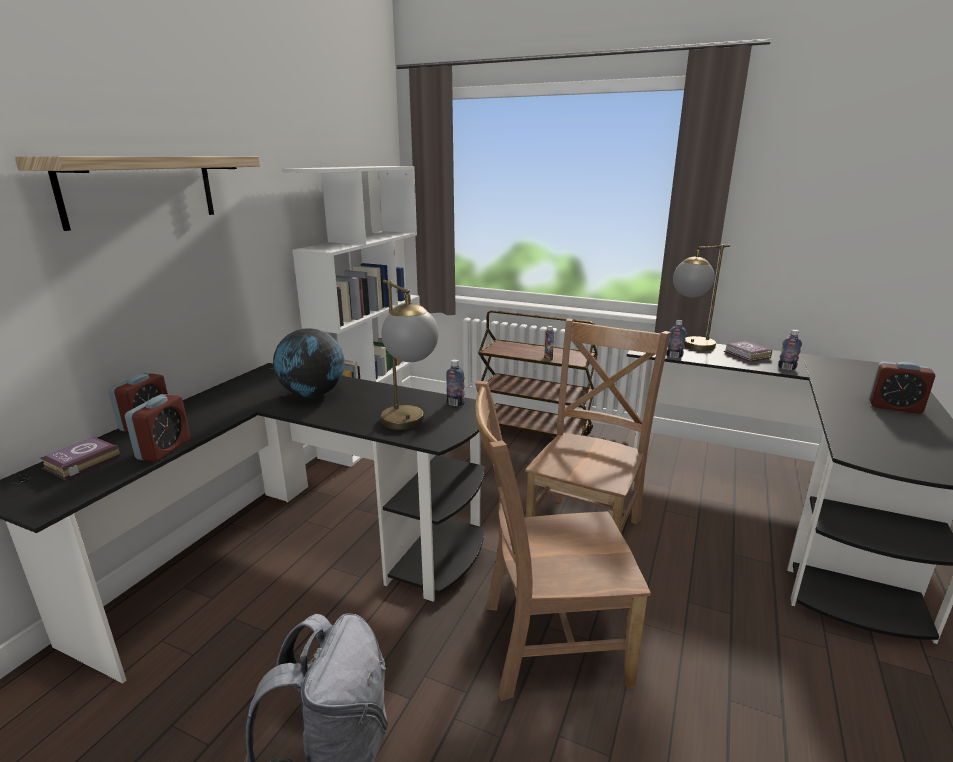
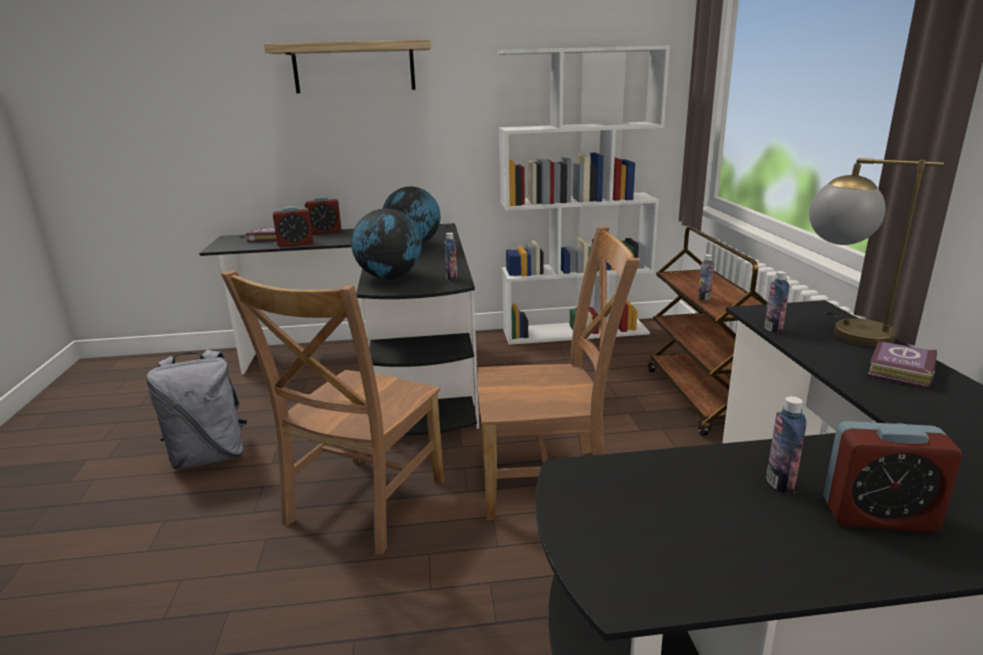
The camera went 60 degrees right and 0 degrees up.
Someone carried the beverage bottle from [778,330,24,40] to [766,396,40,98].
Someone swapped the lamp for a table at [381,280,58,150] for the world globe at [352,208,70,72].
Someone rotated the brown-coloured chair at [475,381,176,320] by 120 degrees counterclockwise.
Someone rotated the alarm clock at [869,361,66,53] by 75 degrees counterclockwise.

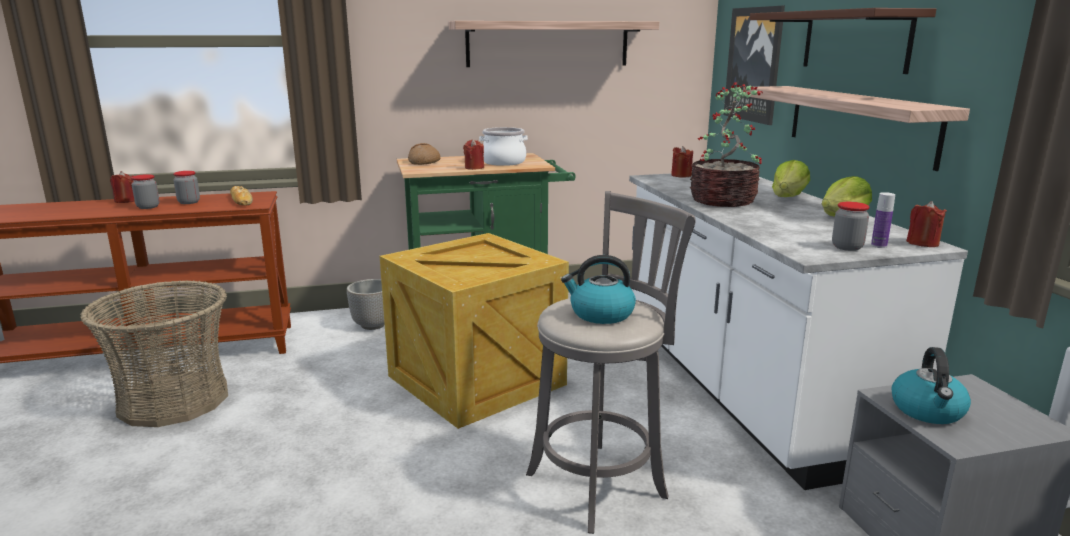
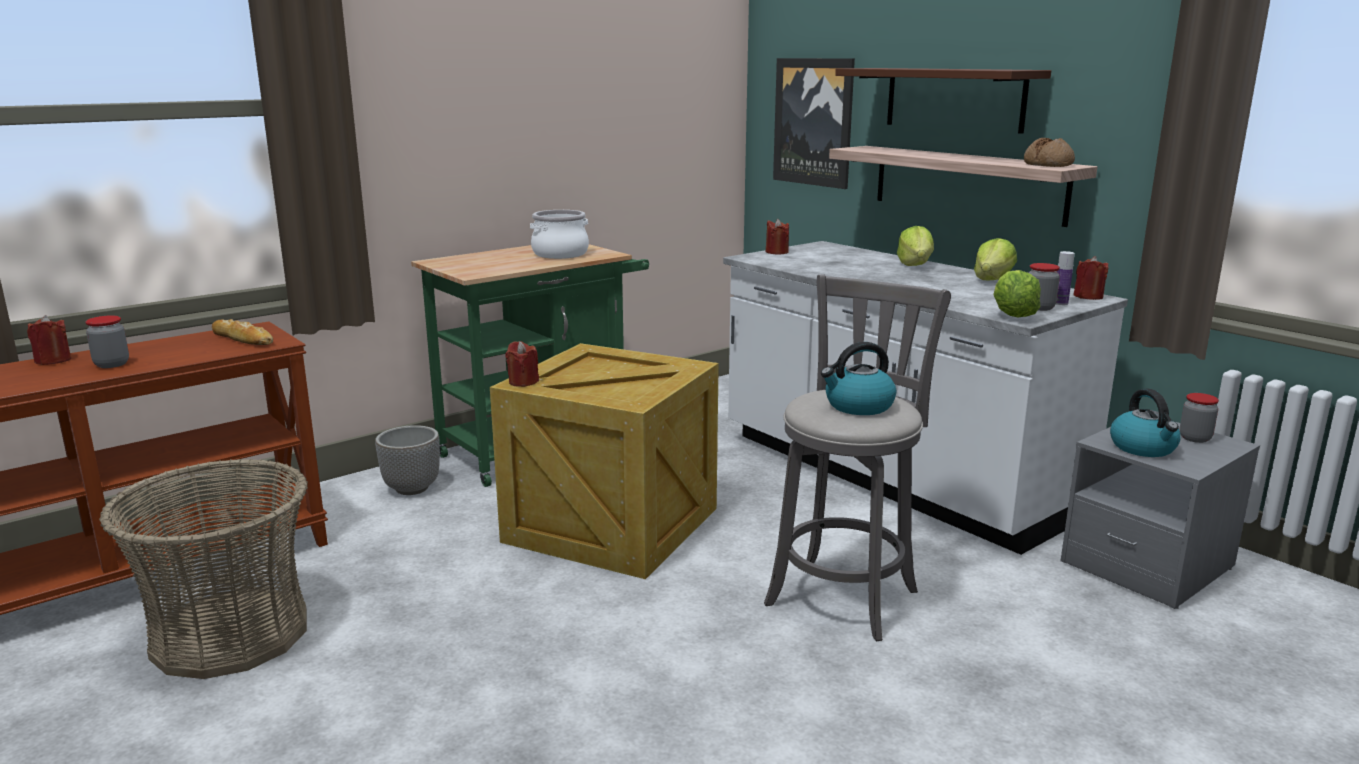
The camera went 25 degrees left and 0 degrees up.
Someone took away the bracket shelf at [448,21,211,46].
Someone took away the houseplant at [690,82,73,125].
Someone put down the lettuce at [993,270,48,47].
Someone carried the preserve jar from [173,171,27,33] to [1180,393,39,50].
Someone carried the bread from [408,143,33,22] to [1024,138,51,29].
Someone carried the reddish wax light from [463,139,21,31] to [506,341,33,46].

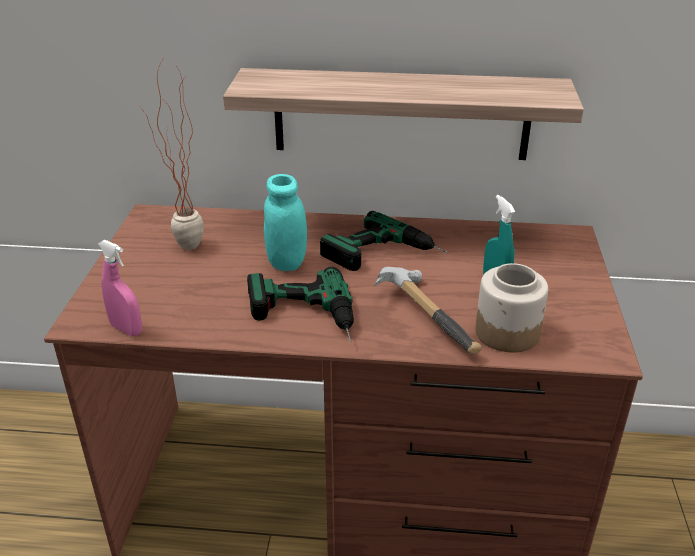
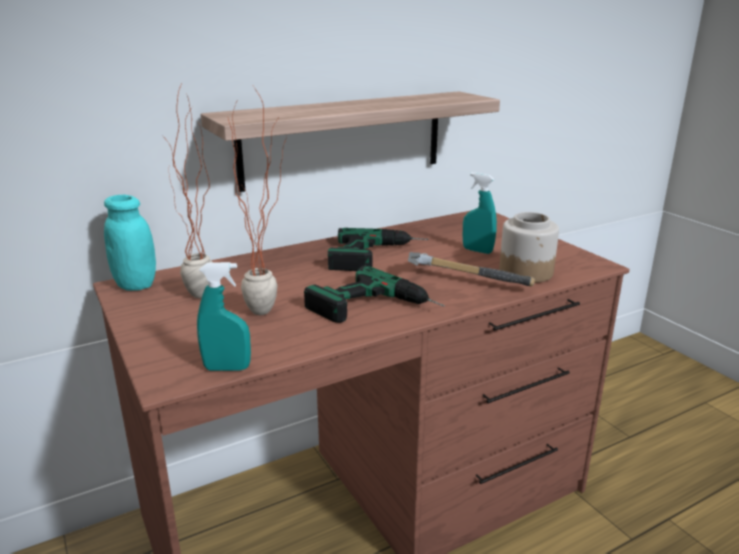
The camera went 35 degrees left and 10 degrees down.
Someone put down the houseplant at [228,86,59,229].
Someone carried the blue-green preserve jar from [264,174,43,97] to [104,195,52,96].
Someone repainted the pink spray bottle at [98,240,44,96], which became the blue-green spray bottle at [197,262,54,109].

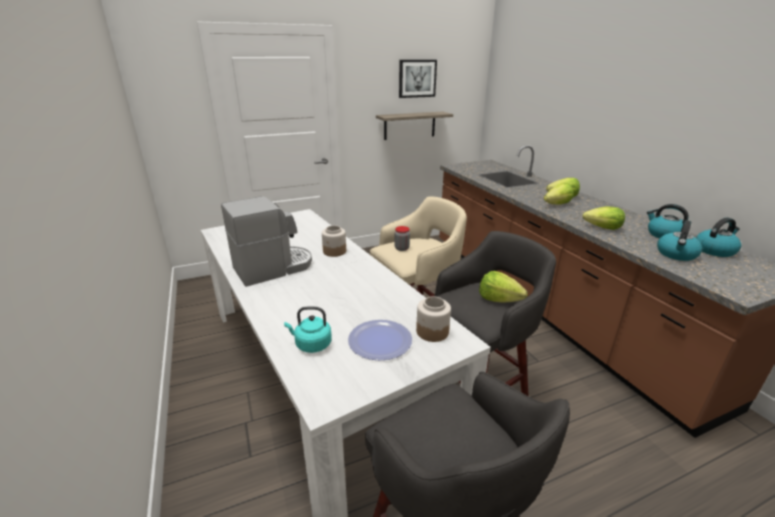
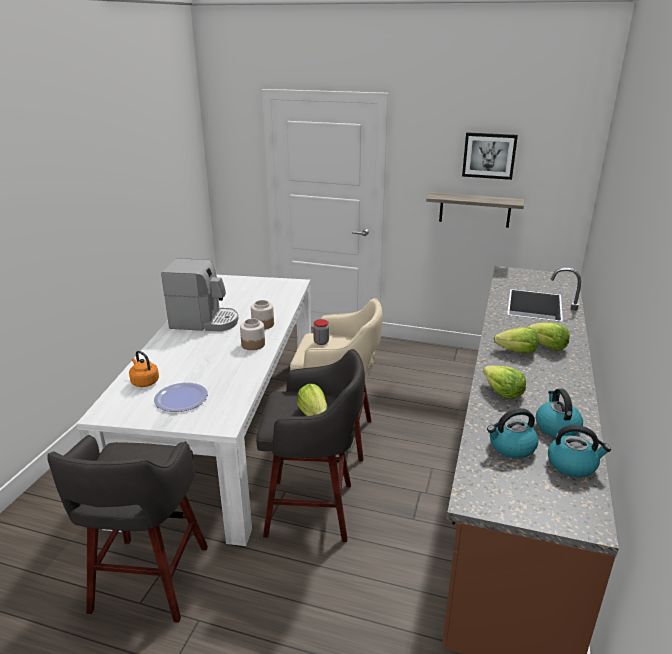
The camera went 40 degrees right and 0 degrees up.
Someone carried the preserve jar from [416,296,35,46] to [240,318,25,32].
Someone repainted the blue-green kettle at [284,306,48,47], which became the orange kettle at [129,351,30,36].

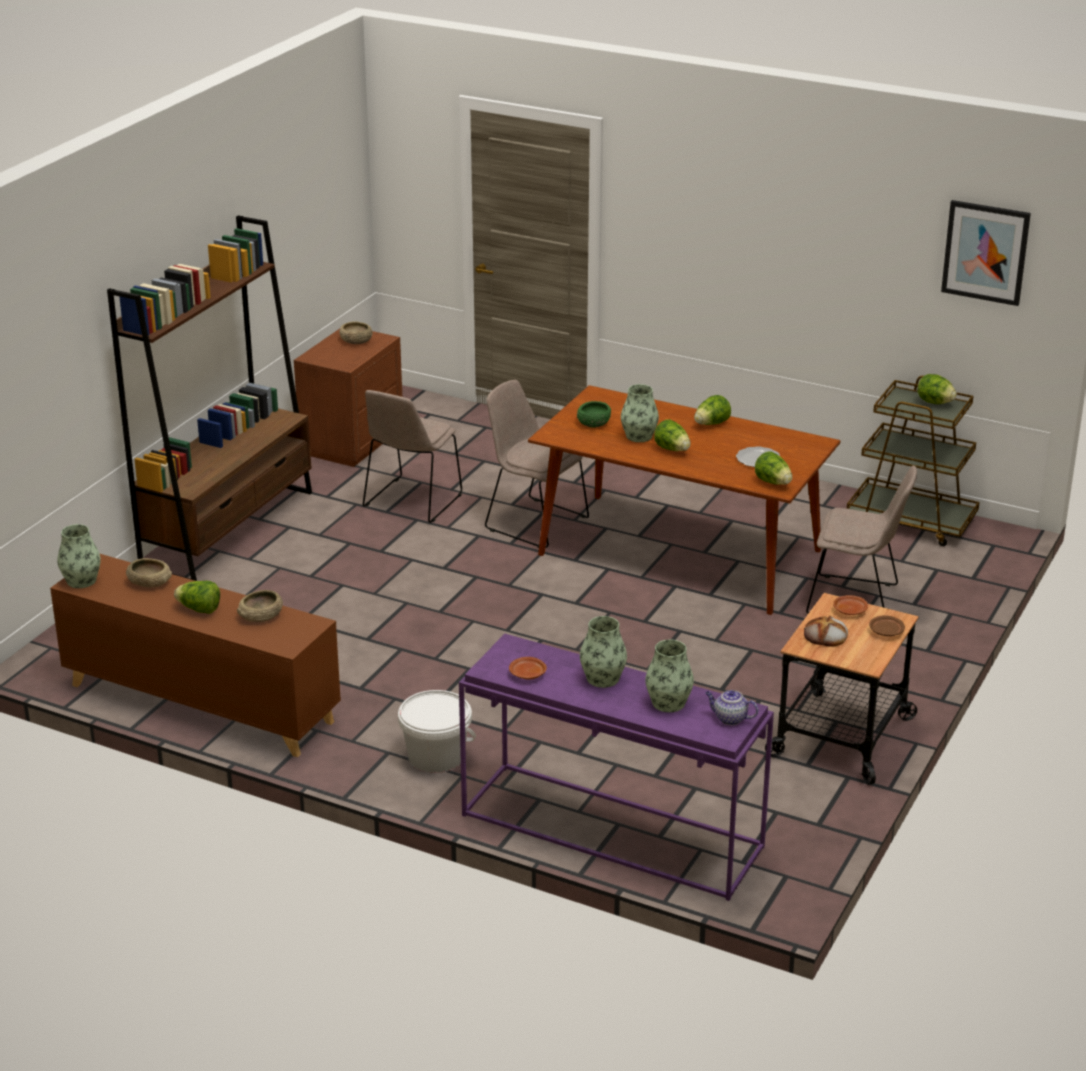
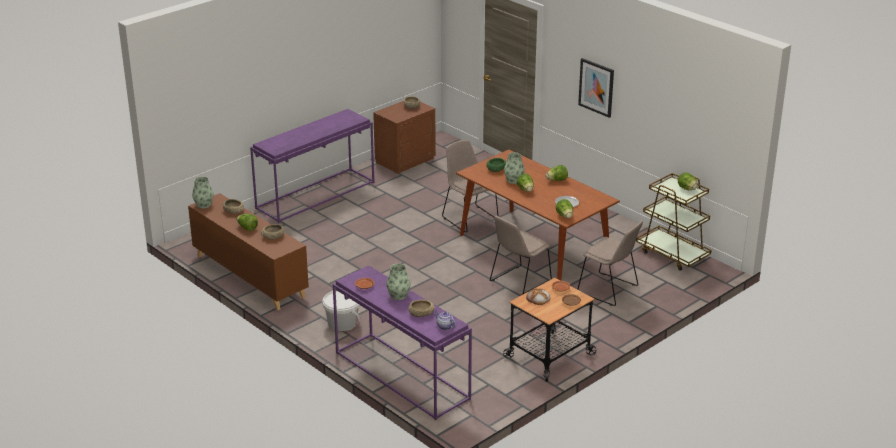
The camera went 20 degrees right and 0 degrees up.
Someone carried the beige chair from [363,390,99,133] to [490,216,62,78].
Someone carried the wall picture from [941,200,90,106] to [578,58,36,60].
Someone swapped the brown-coloured bookshelf at [107,215,205,366] for the purple-coloured narrow table at [250,109,124,114].
Someone swapped the flower vase at [645,640,49,72] for the beige bowl at [408,300,27,17].

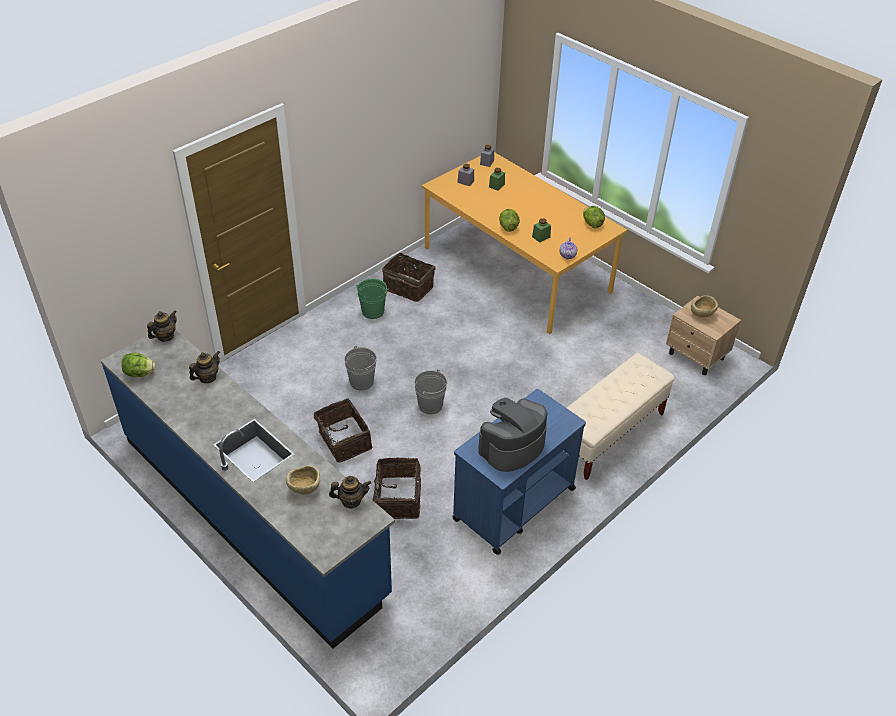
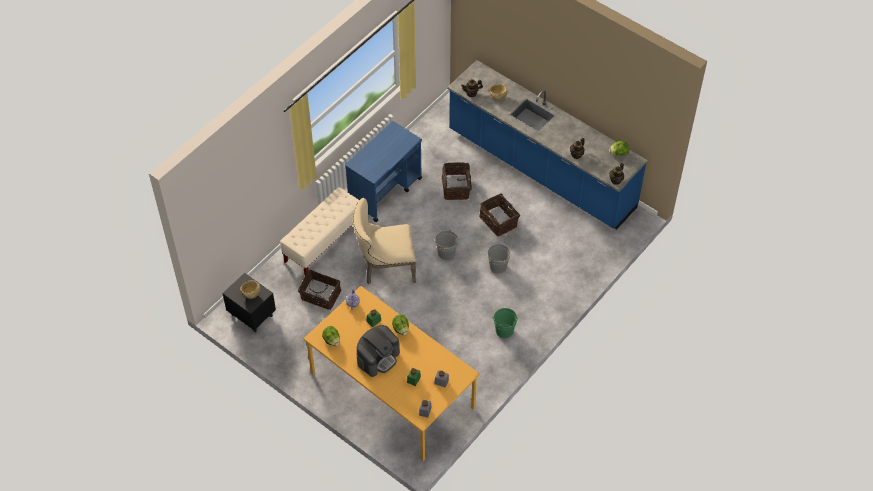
The camera went 175 degrees right and 10 degrees up.
Someone put down the beige chair at [353,198,63,86].
Someone carried the storage basket from [382,253,54,49] to [298,270,43,40].
Someone carried the coffee machine from [478,398,70,74] to [356,325,44,52].
Someone repainted the beige bedside table at [666,296,75,79], which became the black-coloured bedside table at [222,273,54,59].

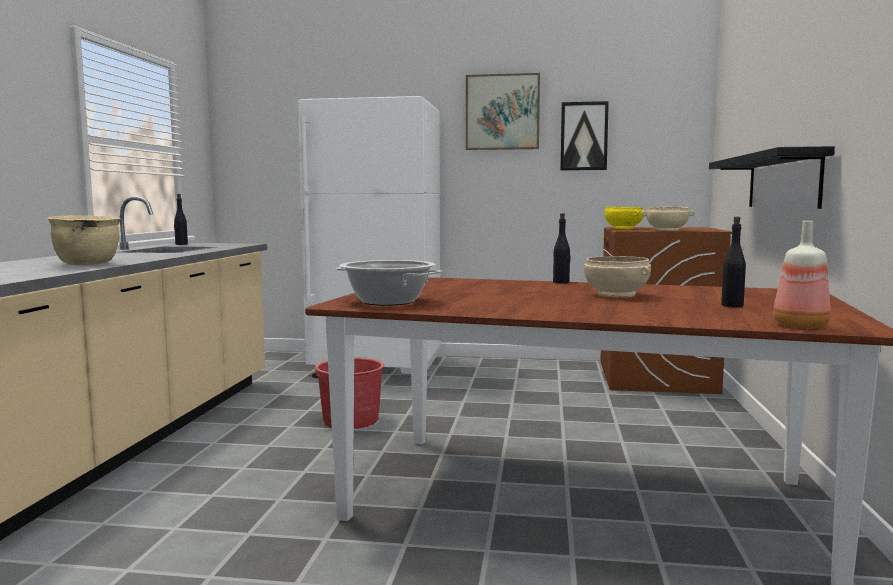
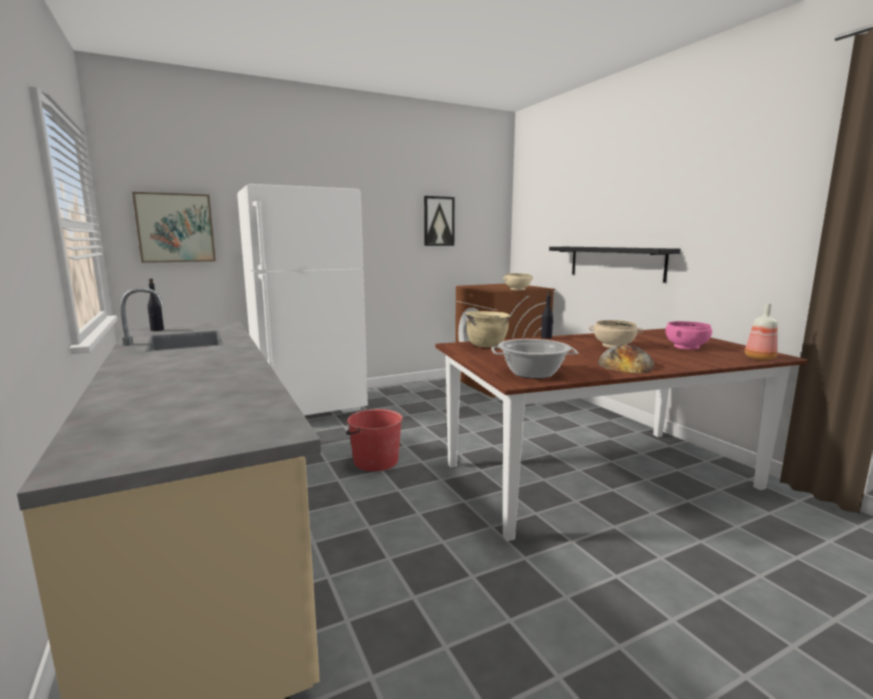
The camera went 35 degrees left and 5 degrees up.
Someone took away the yellow-coloured bowl at [604,207,40,22].
Someone put down the bread at [598,345,57,28].
Someone carried the beige cooking pot from [48,215,73,50] to [466,311,44,36].
Someone carried the wall picture from [466,73,74,77] to [132,192,84,71].
Someone swapped the black-coloured beverage bottle at [721,217,25,90] for the pink bowl at [666,321,46,29].

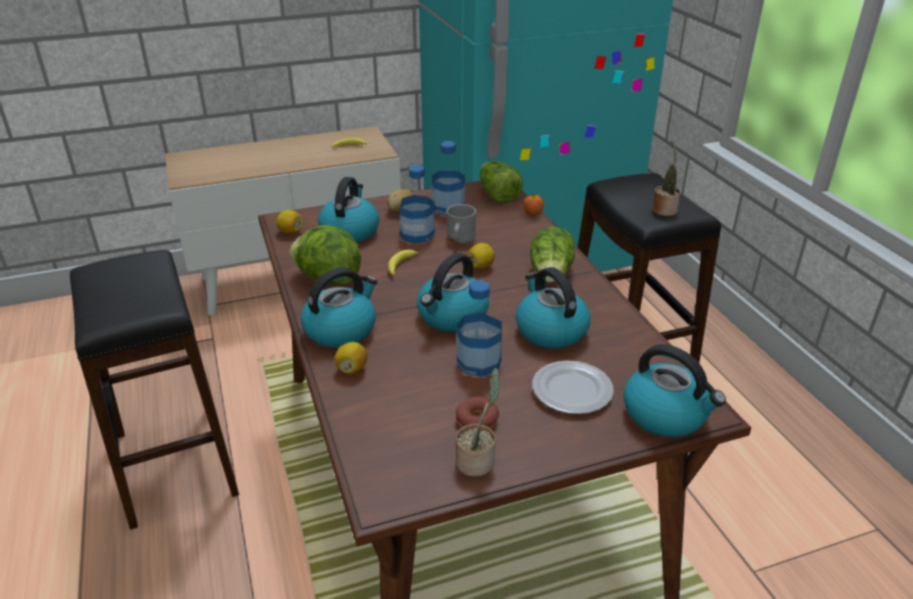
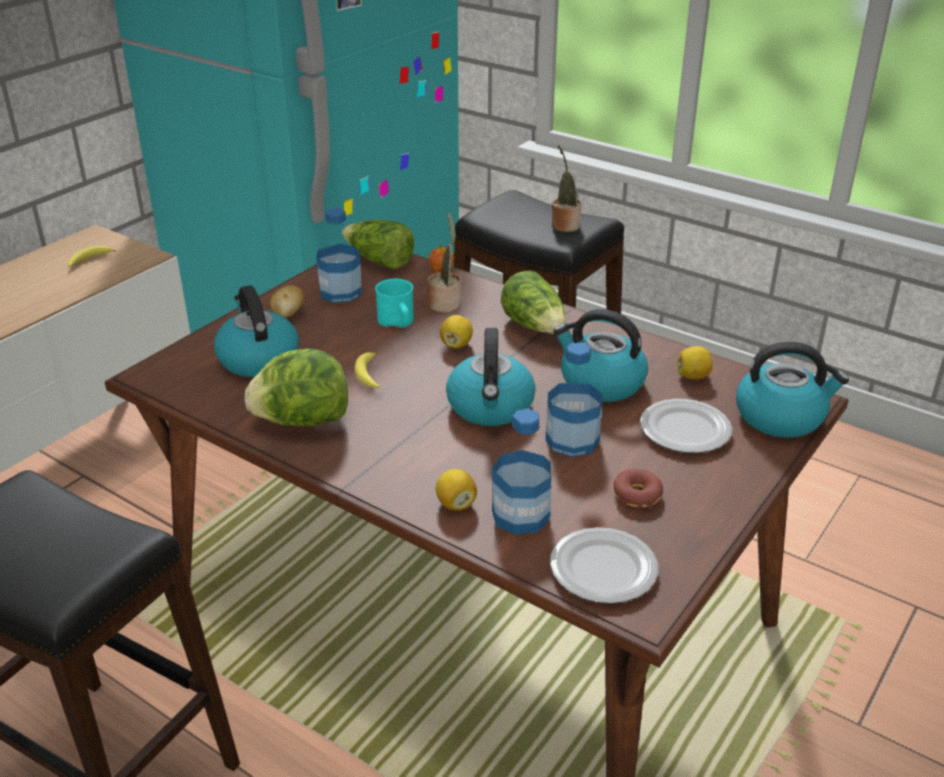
The camera went 35 degrees left and 0 degrees up.
Someone took away the kettle at [301,267,76,81].
Someone put down the plate at [550,527,109,77].
Someone carried the whole lemon from [276,210,27,24] to [676,346,37,34].
Someone carried the beverage bottle from [400,165,35,79] to [492,409,59,126].
Someone carried the houseplant from [456,368,44,109] to [427,213,34,100].
Someone repainted the greyish mug at [446,204,30,39], which became the blue-green mug at [375,279,39,50].

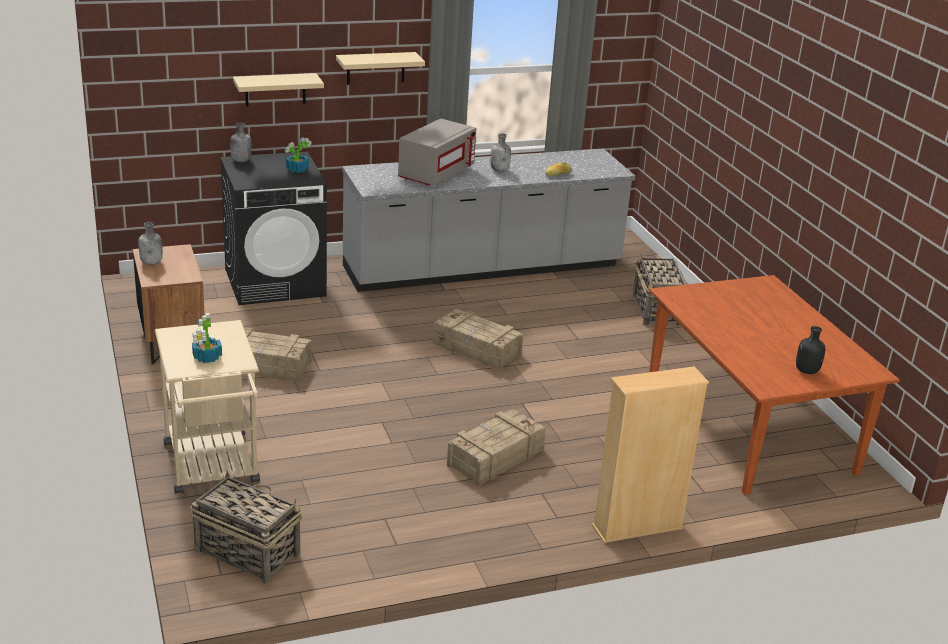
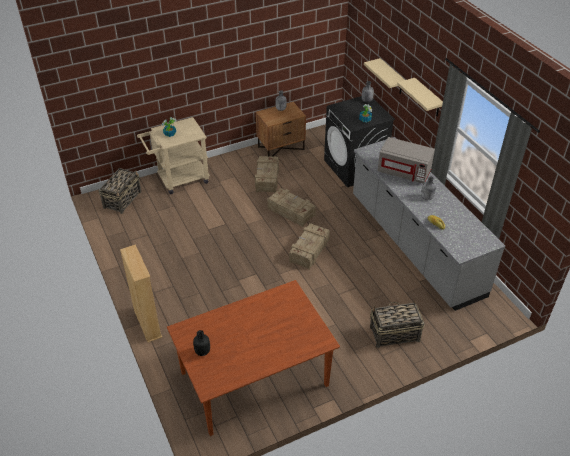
The camera went 85 degrees right and 15 degrees up.
Someone carried the packing crate from [447,409,99,77] to [267,188,49,39].

